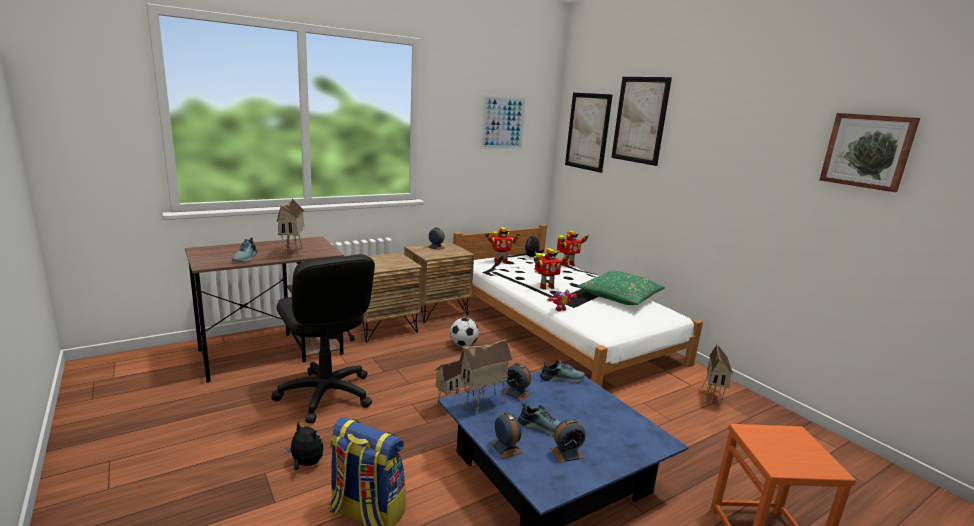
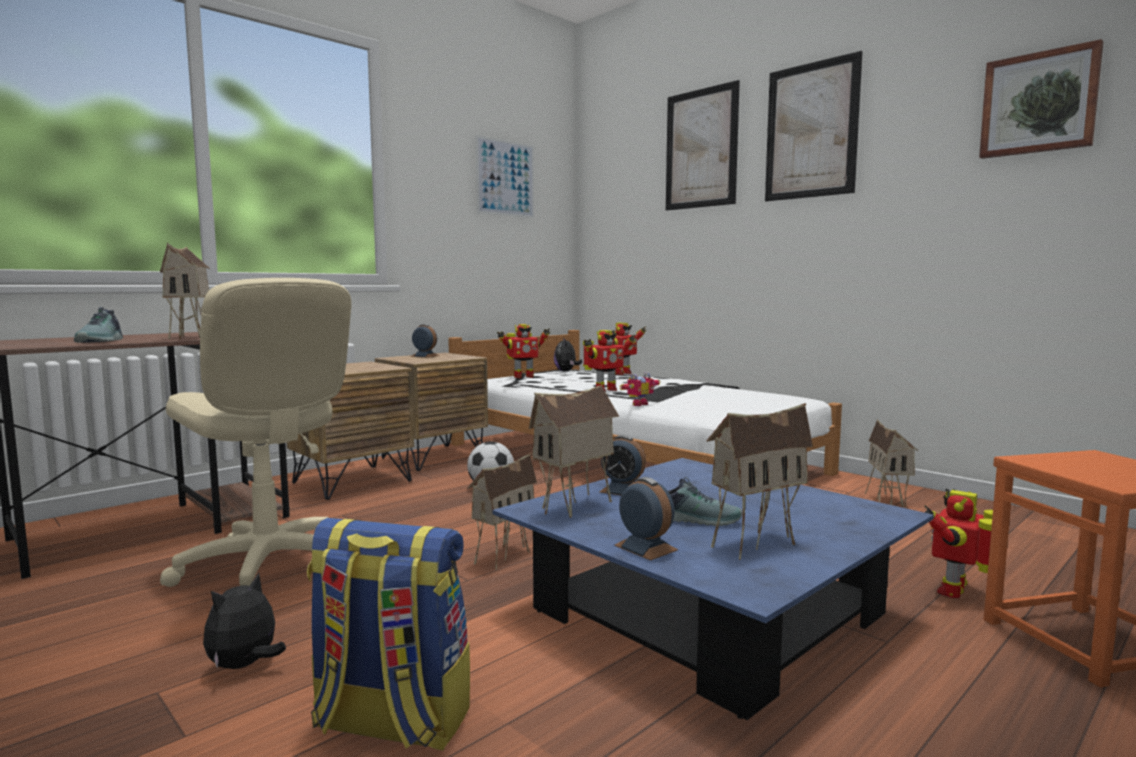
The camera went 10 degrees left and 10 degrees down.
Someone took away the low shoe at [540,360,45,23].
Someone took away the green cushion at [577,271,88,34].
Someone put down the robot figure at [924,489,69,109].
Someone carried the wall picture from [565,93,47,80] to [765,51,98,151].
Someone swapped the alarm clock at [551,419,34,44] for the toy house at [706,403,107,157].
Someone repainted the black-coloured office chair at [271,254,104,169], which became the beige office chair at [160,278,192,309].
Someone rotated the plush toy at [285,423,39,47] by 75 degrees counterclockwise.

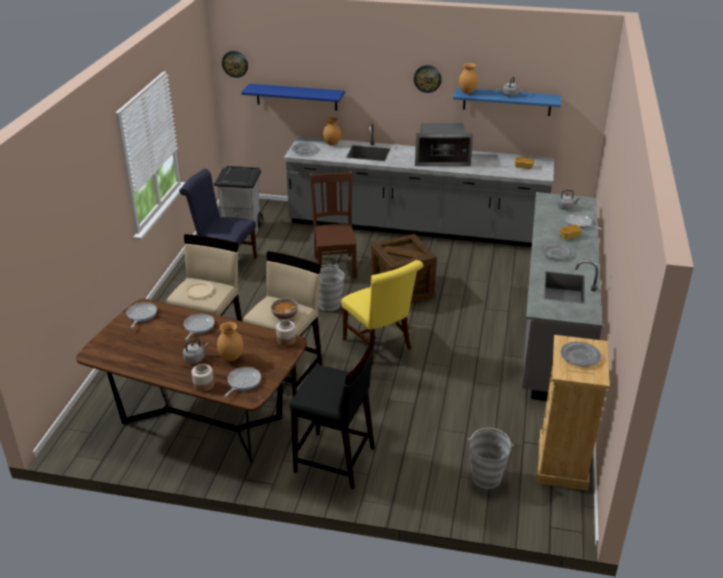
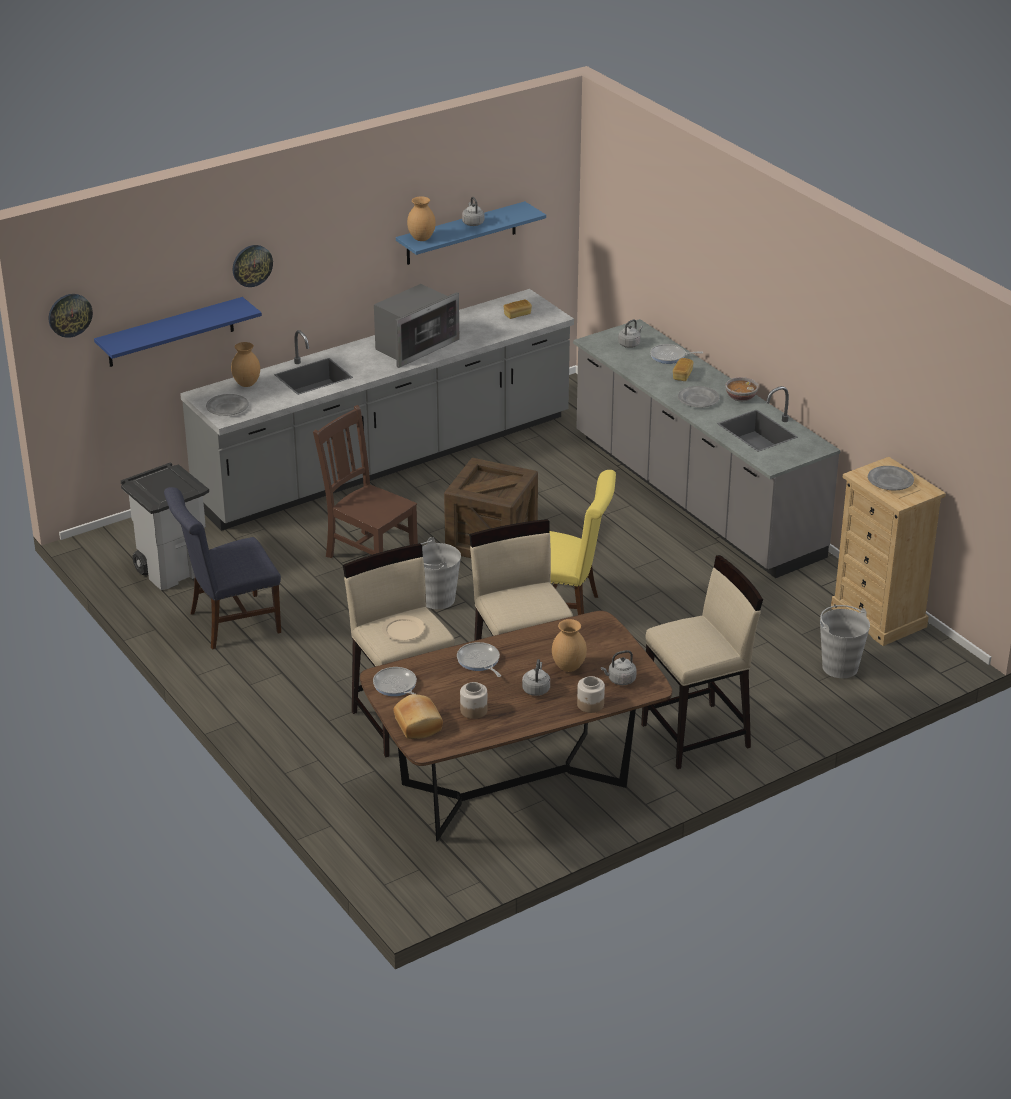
The camera went 45 degrees left and 0 degrees up.
Someone put down the bread at [393,694,50,45].
Someone carried the bowl from [271,298,27,22] to [725,377,34,25].
Someone carried the preserve jar from [276,320,20,26] to [460,682,27,37].
Someone carried the clock on the wall from [414,65,28,28] to [233,245,40,42].
Someone swapped the frying pan at [224,367,37,30] for the greyish kettle at [601,650,36,35].
Someone repainted the black-coloured sitting stool at [290,335,85,154], which became the beige sitting stool at [641,555,122,214].

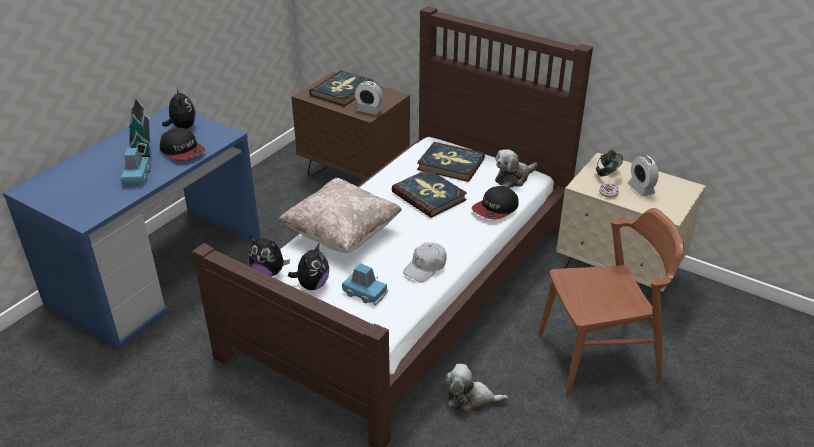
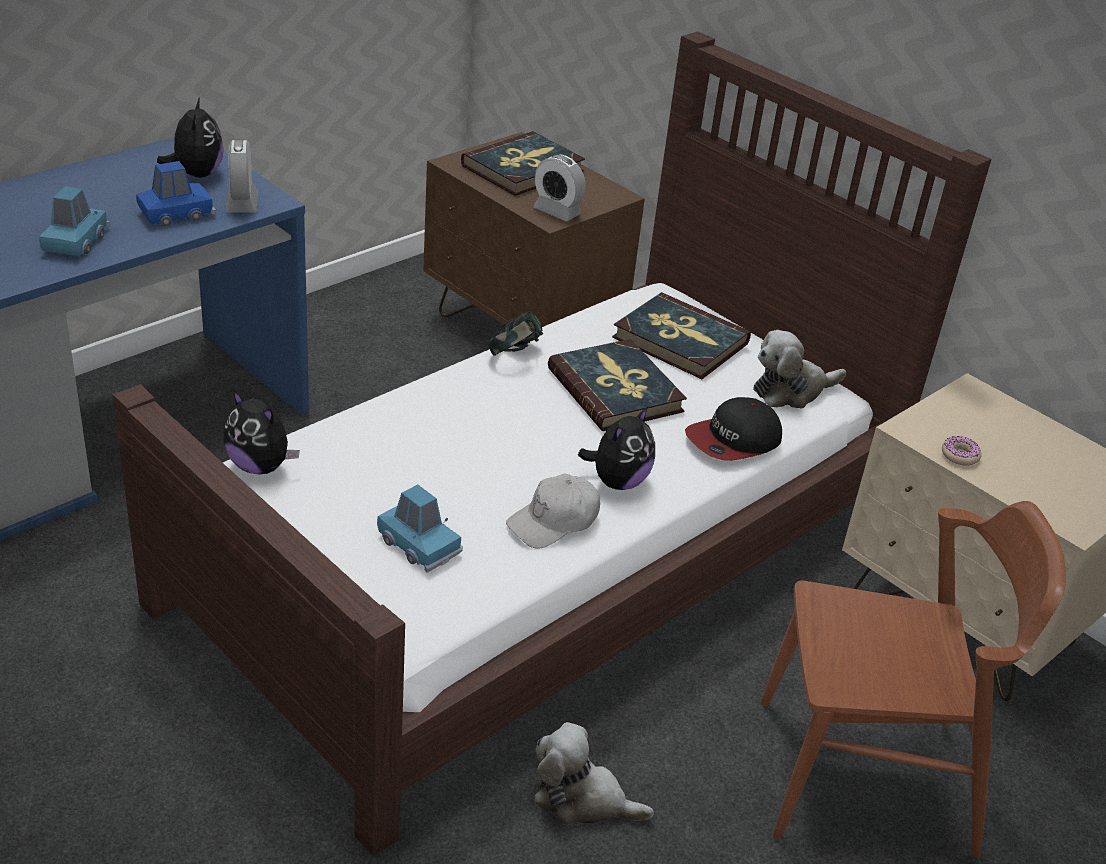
The camera went 10 degrees right and 0 degrees up.
Someone took away the toy house at [128,98,23,60].
Someone took away the beige cushion at [279,178,123,75].
Someone carried the plush toy from [288,242,41,48] to [578,406,77,84].
Someone carried the headphones from [596,150,27,27] to [487,311,56,45].
Someone carried the alarm clock from [627,155,32,41] to [226,139,32,74].
Someone swapped the peaked cap at [160,128,45,33] for the bluish toy car at [136,161,80,66].

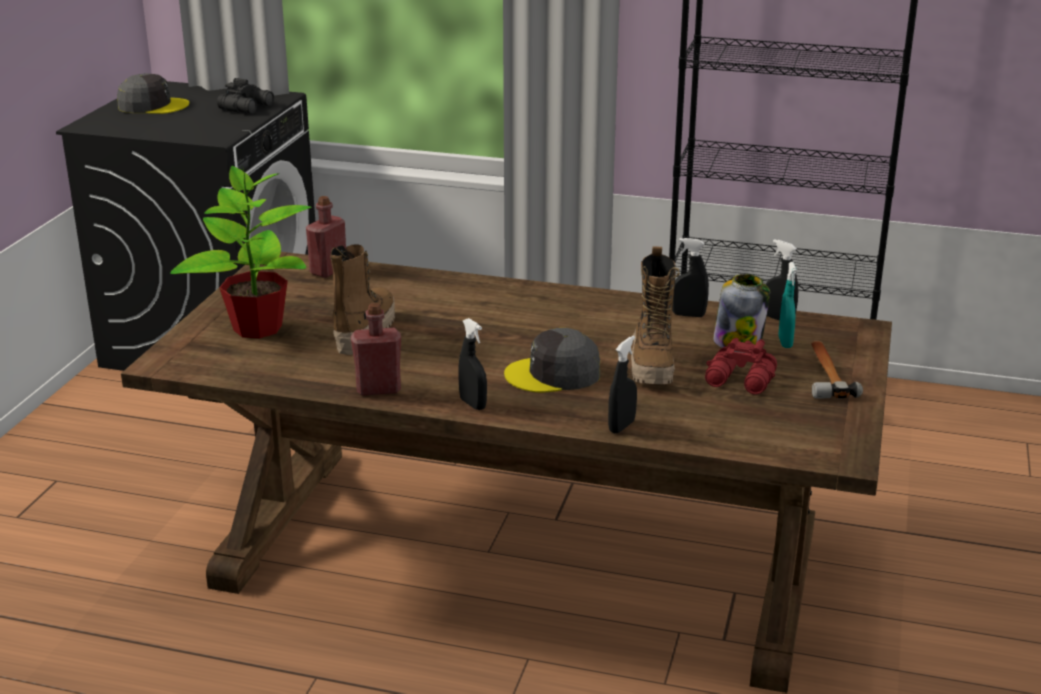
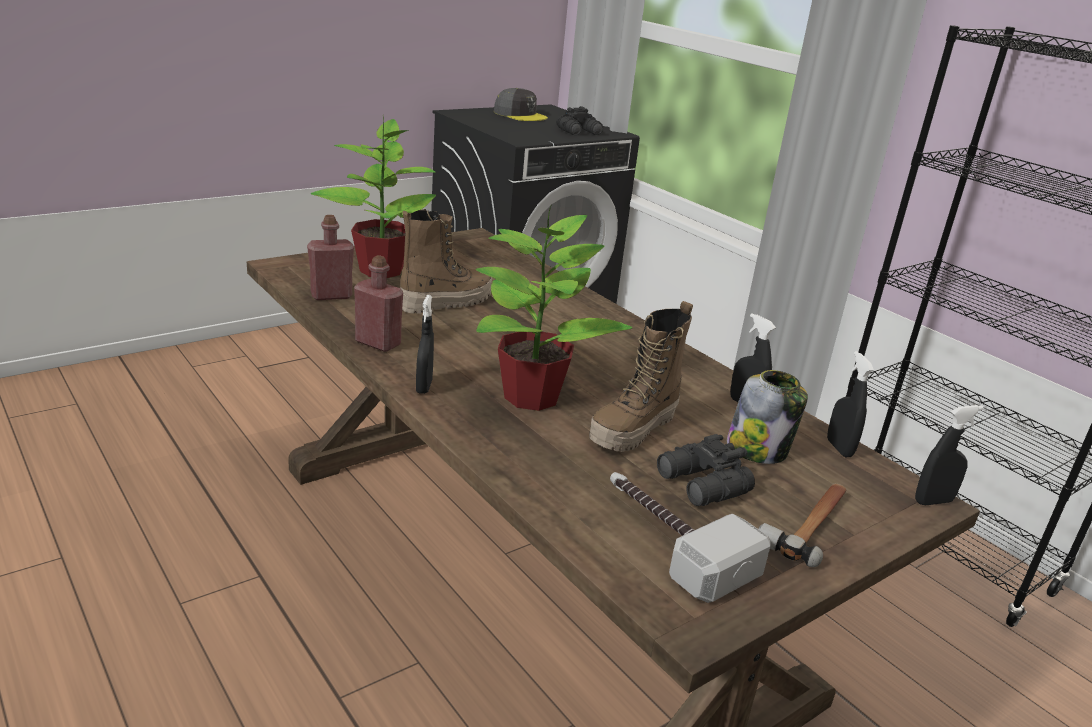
The camera went 35 degrees right and 0 degrees up.
Someone took away the blue-green spray bottle at [778,262,19,86].
Someone put down the hand hammer at [610,472,161,131].
Someone carried the reddish beverage bottle from [306,196,40,82] to [307,215,47,85].
Someone carried the black-coloured spray bottle from [608,336,29,97] to [915,405,68,100].
Someone swapped the greyish peaked cap at [504,328,96,65] for the houseplant at [476,206,156,205].
Someone repainted the reddish binoculars at [705,338,72,57], which became the black-coloured binoculars at [657,434,98,72].

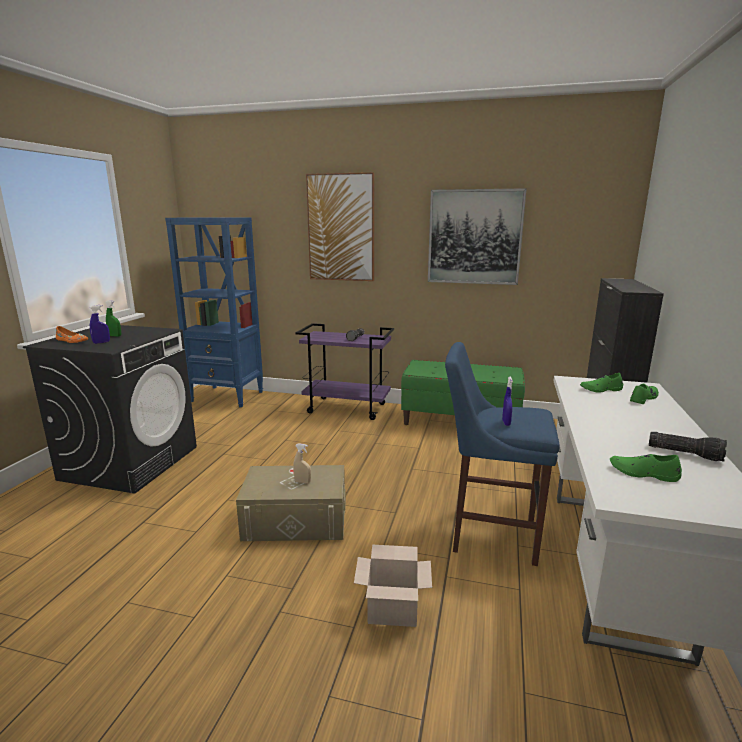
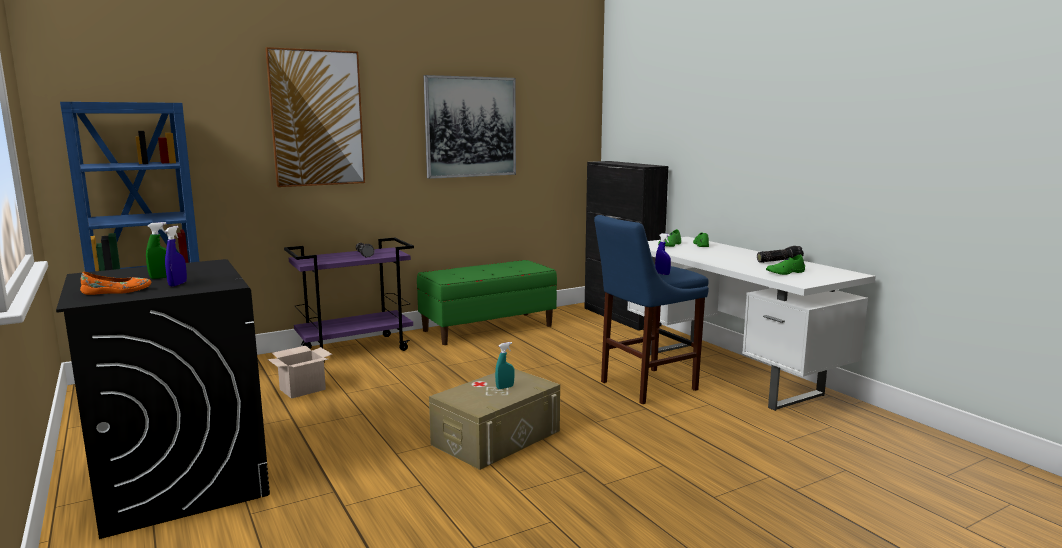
The camera went 45 degrees left and 5 degrees down.
Someone carried the packing box from [354,545,78,82] to [267,346,65,53].
Someone repainted the beige spray bottle at [293,443,18,40], which became the blue-green spray bottle at [495,342,20,47].

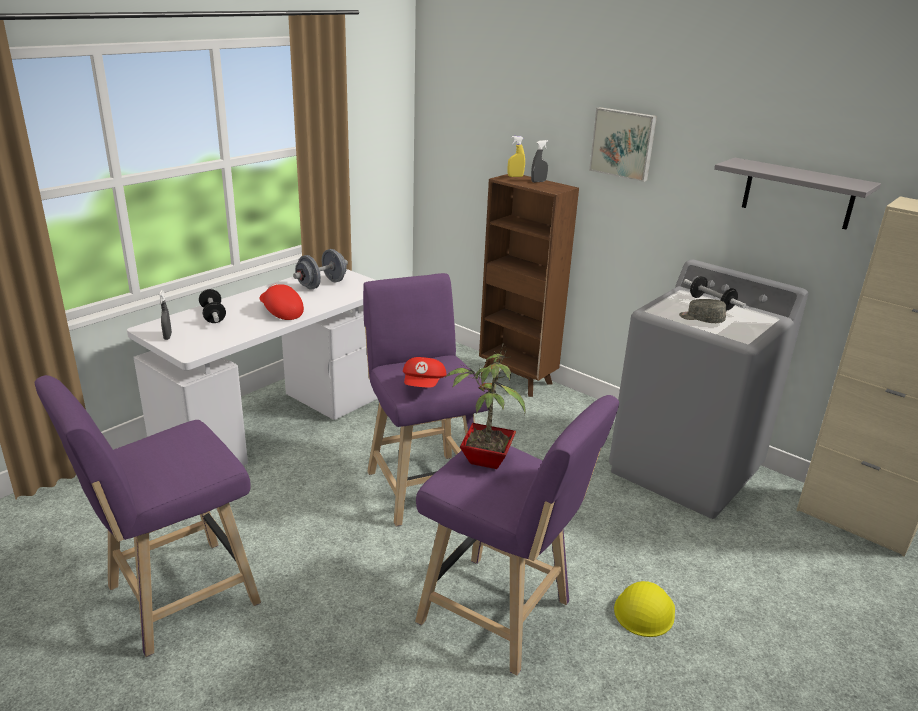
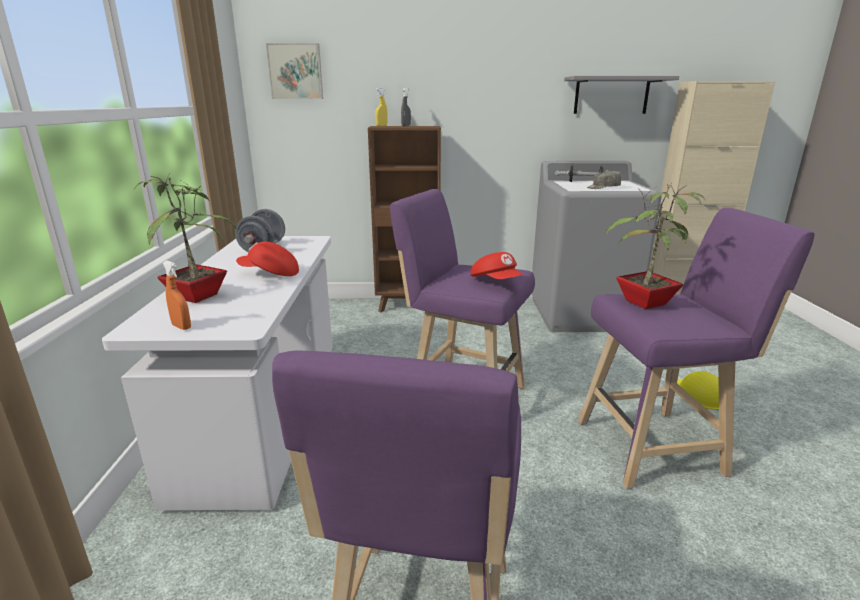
The camera went 40 degrees left and 5 degrees down.
Someone carried the wall picture from [589,107,68,75] to [266,43,57,56].
Someone swapped the hand weight at [199,289,27,34] for the houseplant at [134,173,105,130].
Someone repainted the greyish spray bottle at [159,290,13,50], which became the orange spray bottle at [163,261,28,69].

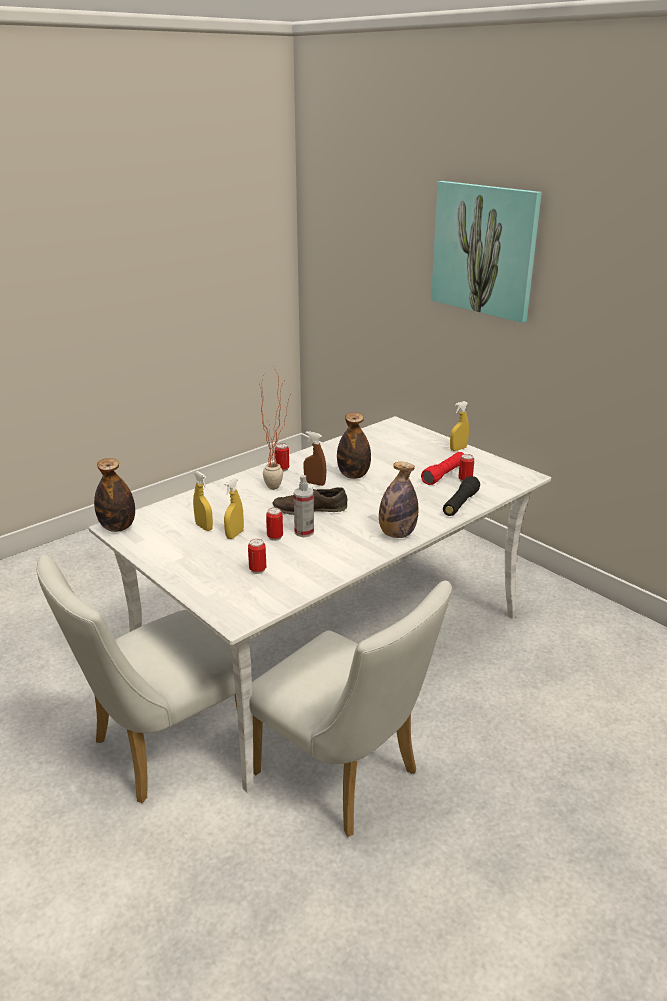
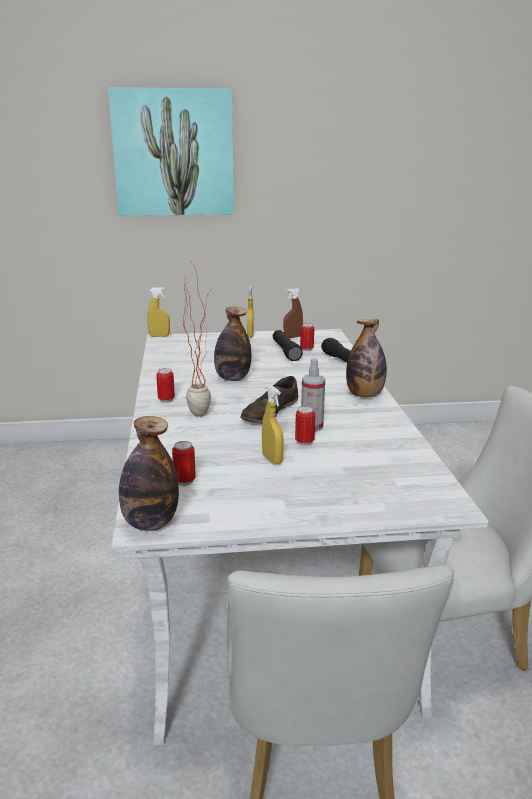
The camera went 55 degrees left and 5 degrees down.
Someone carried the yellow-coloured spray bottle from [193,471,20,60] to [147,287,23,50].
Someone carried the metal can from [248,539,18,35] to [172,441,24,45].
Someone carried the brown-coloured spray bottle from [303,431,23,55] to [283,288,20,50].
Someone repainted the reddish flashlight at [421,452,43,33], which became the black-coloured flashlight at [273,330,30,31].

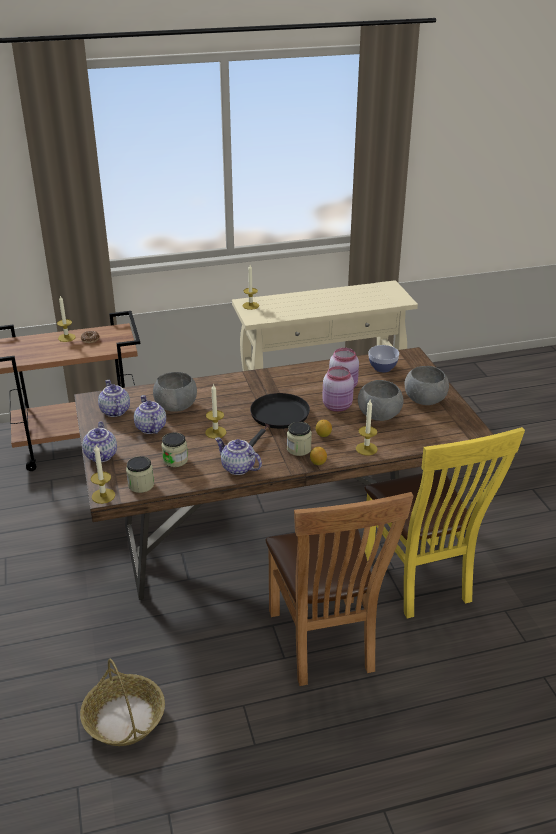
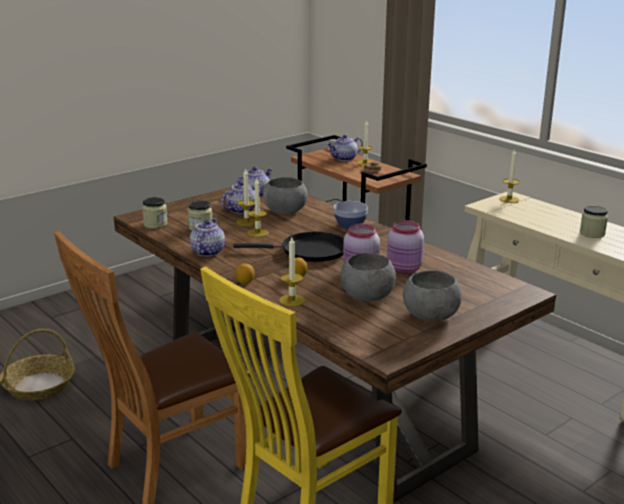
The camera went 65 degrees right and 10 degrees down.
Someone carried the teapot from [82,422,35,40] to [327,135,36,26].
Someone carried the wax light from [91,445,24,59] to [236,168,19,58].
Someone carried the preserve jar from [287,422,25,34] to [580,206,28,32].
Someone carried the bowl from [369,345,30,27] to [334,201,34,28].

